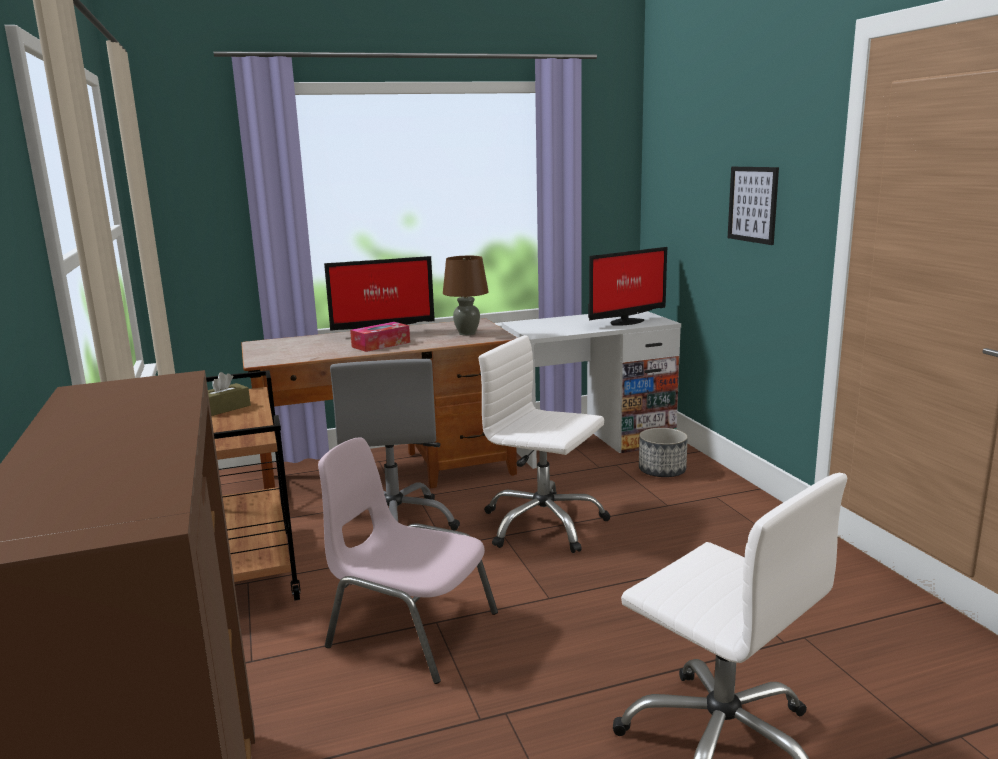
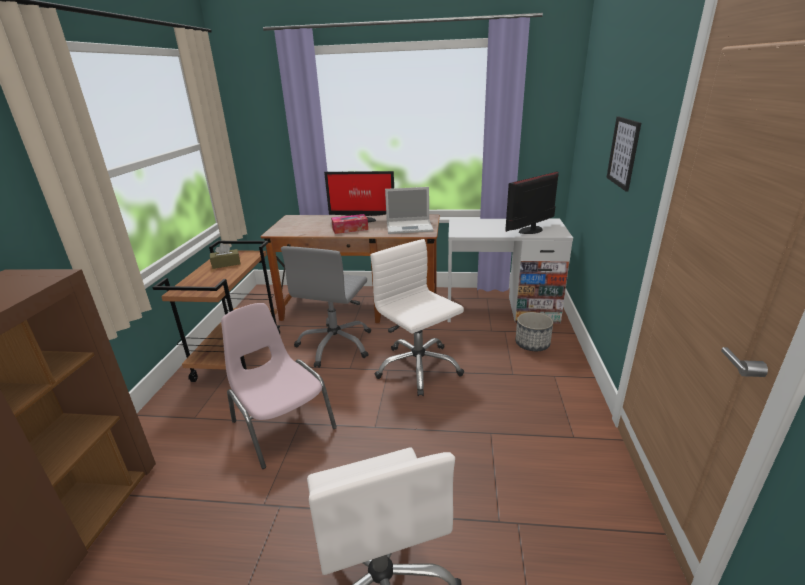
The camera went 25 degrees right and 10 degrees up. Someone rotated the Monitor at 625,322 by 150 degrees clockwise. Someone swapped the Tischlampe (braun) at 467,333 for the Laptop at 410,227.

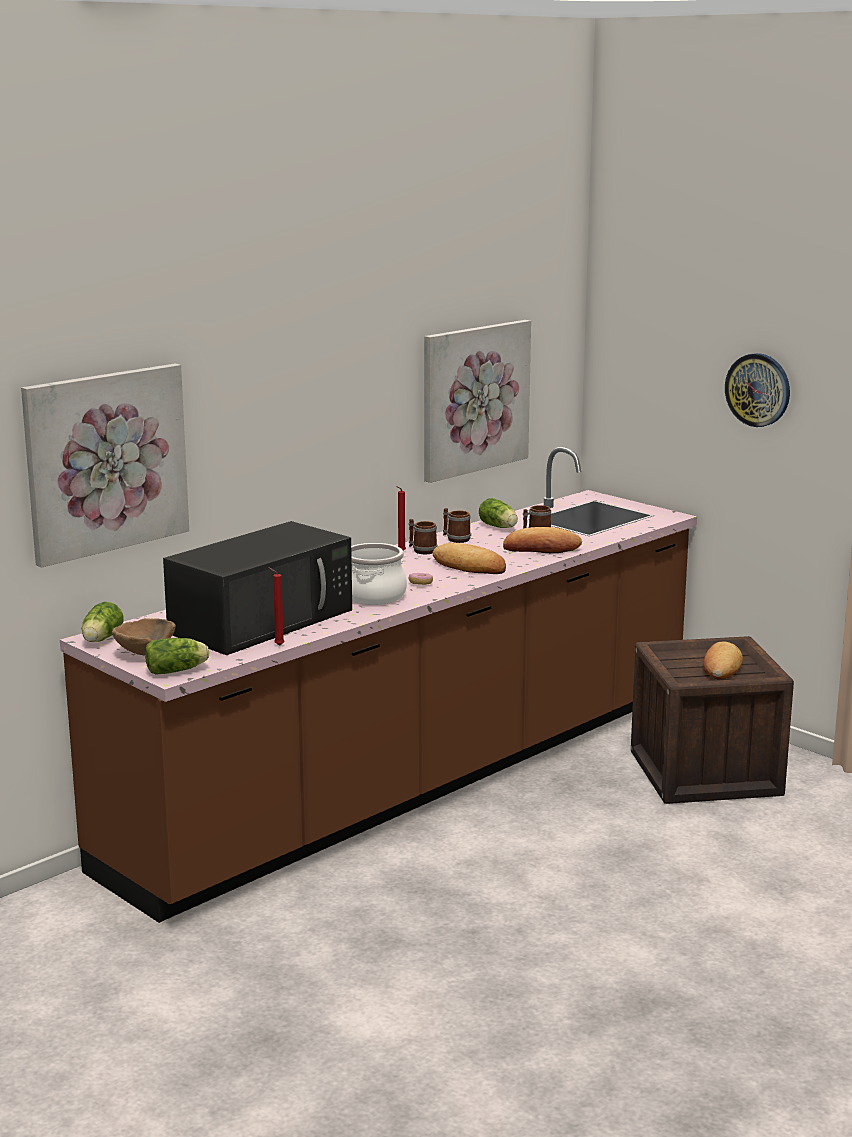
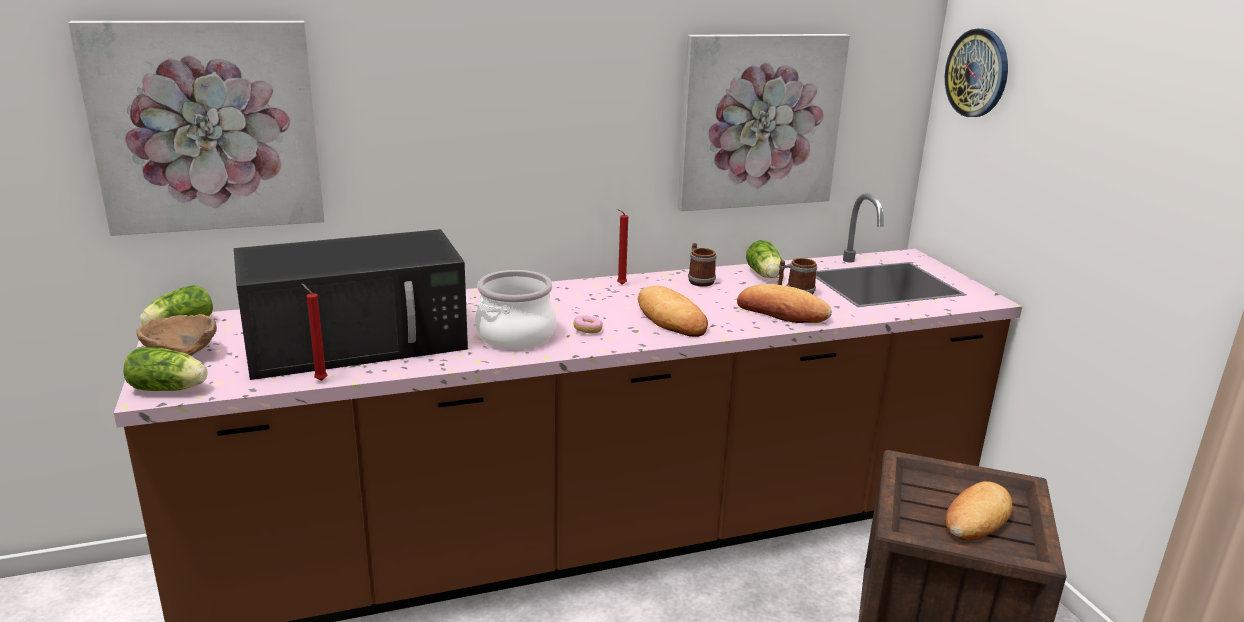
The camera went 25 degrees right and 5 degrees up. Someone carried the Wanduhr from 758,389 to 977,73. Someone took away the Henkelbecher at 421,550.

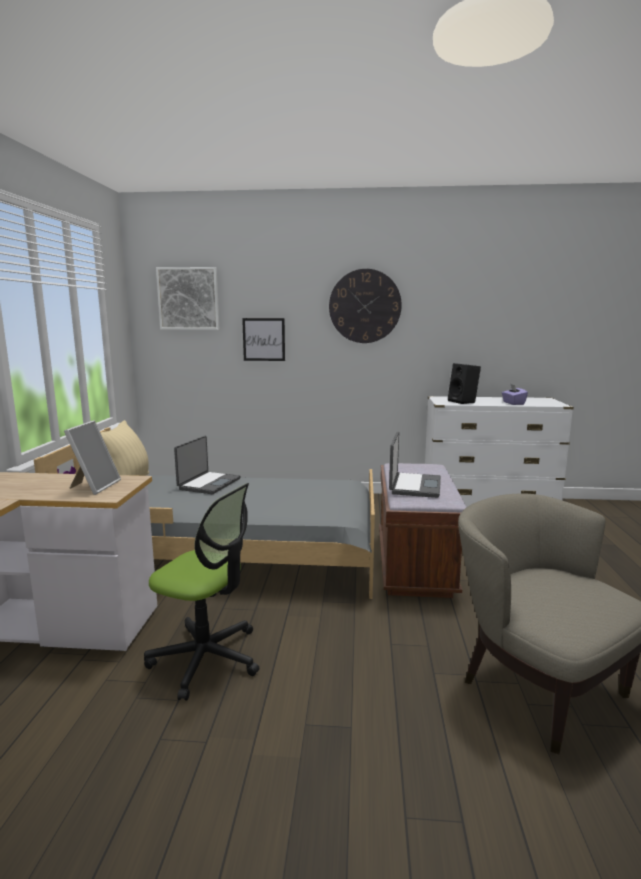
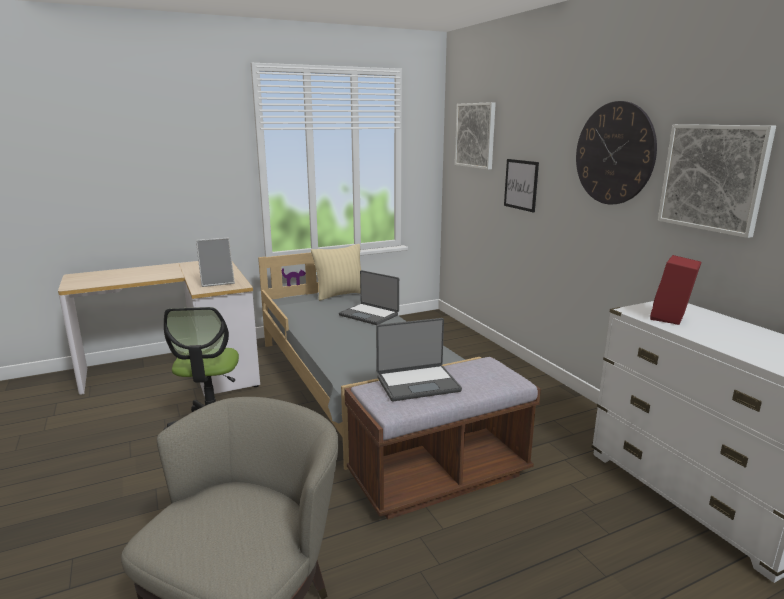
The camera went 60 degrees right and 5 degrees up. Someone repainted the Lautsprecher (schwarz) at 463,402, which became the Lautsprecher (rot) at 671,318. Someone took away the Taschentuchbox (lila) at 513,403. Someone rotated the Laptop at 208,484 by 45 degrees clockwise. Someone put up the Bild at 713,178.

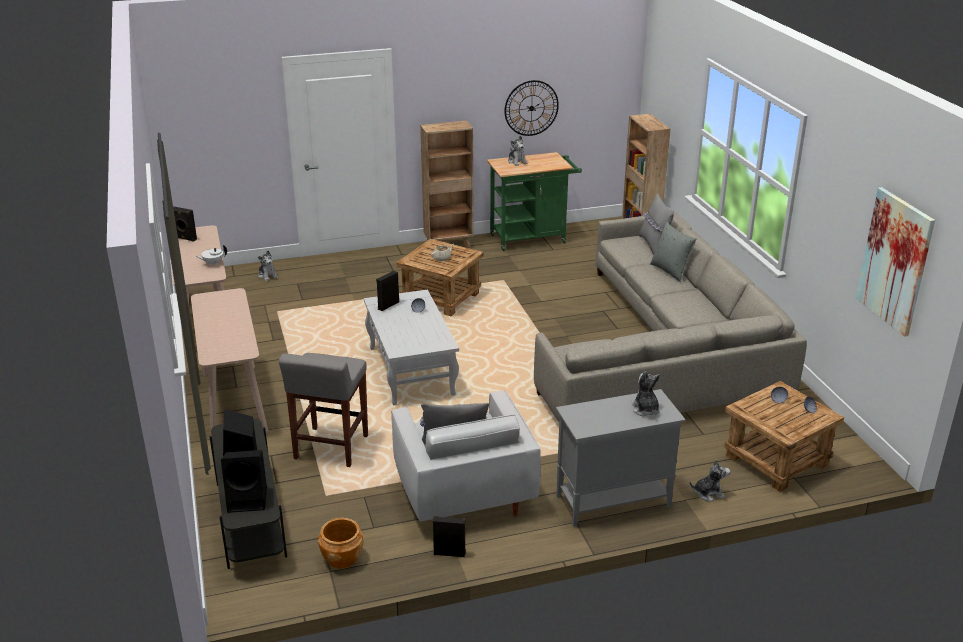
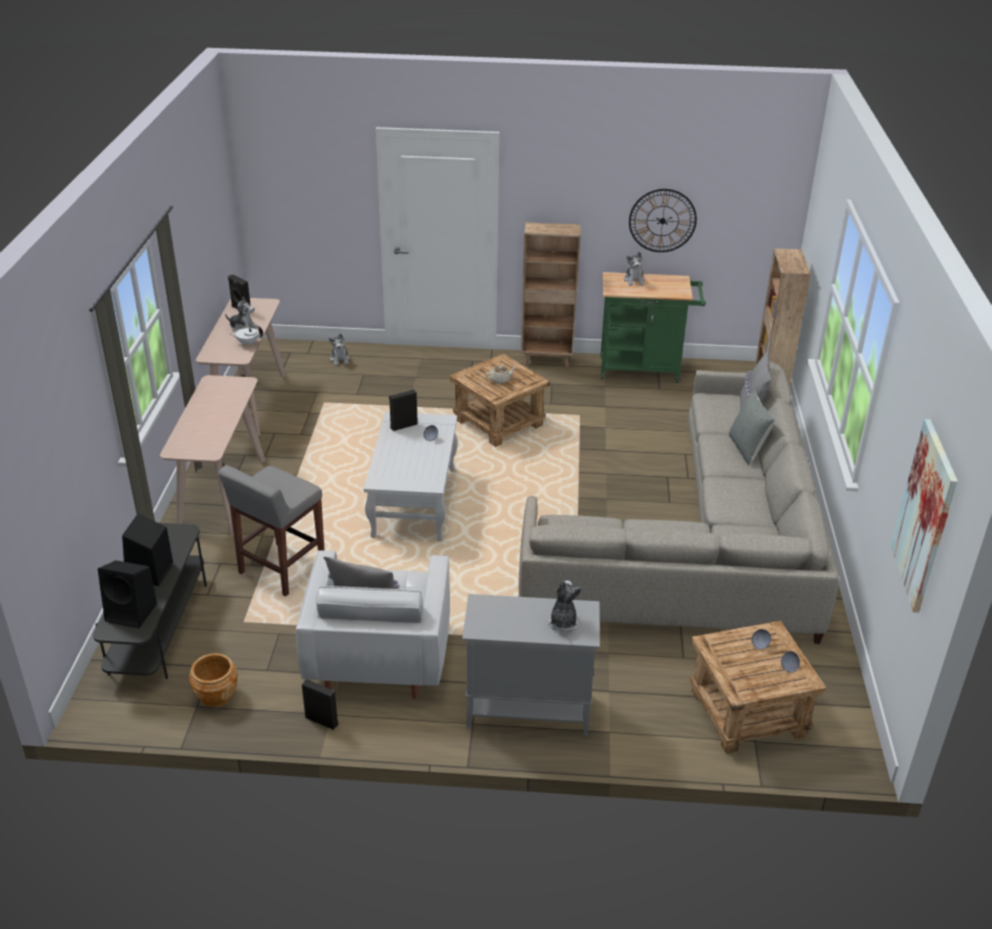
The camera went 20 degrees right and 5 degrees up. Someone carried the Plüschtier from 708,493 to 243,328.

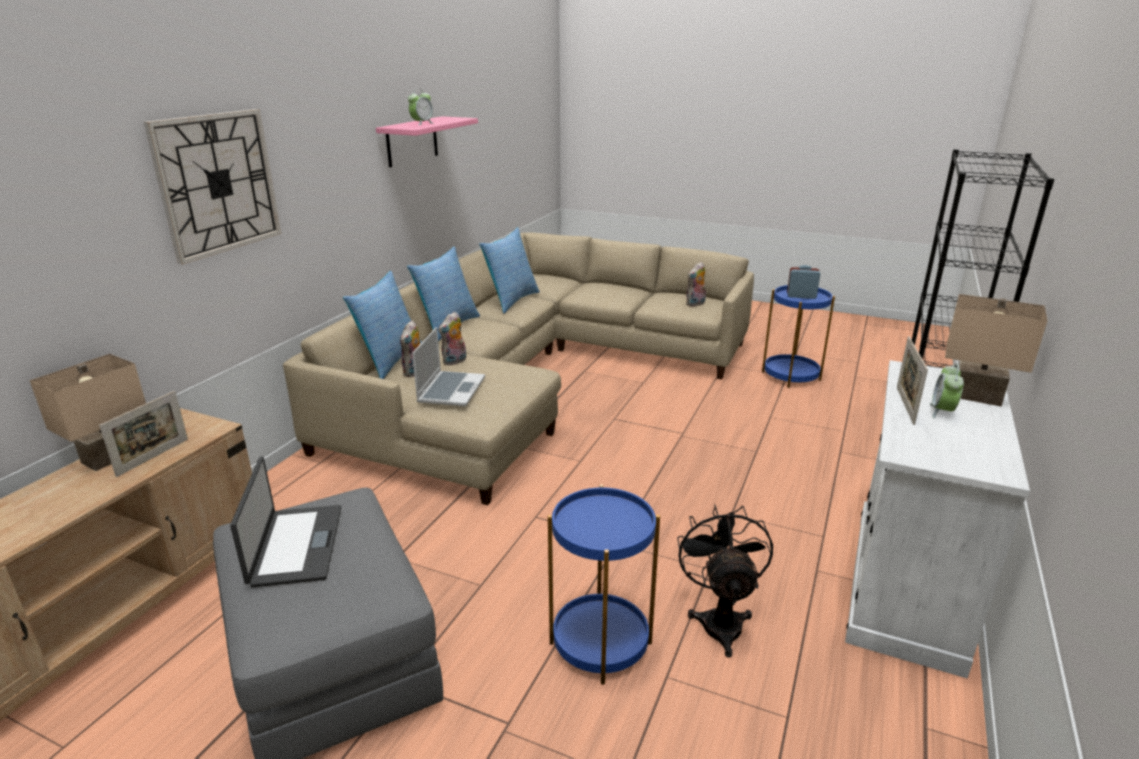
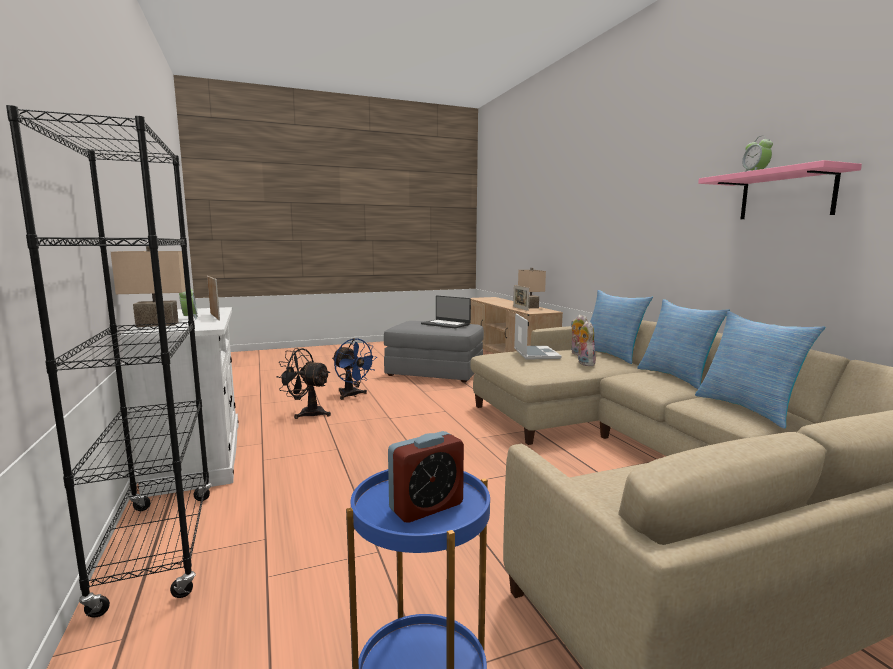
The camera went 135 degrees right and 15 degrees down. Someone took away the Wanduhr at 218,183. Someone took away the Plüschtier at 695,304. Someone rotated the Laptop at 451,390 by 150 degrees counterclockwise. Someone swapped the Beistelltisch (blau) at 600,643 for the Ventilator (blau) at 352,395. Someone rotated the Ventilator (schwarz) at 720,620 by 150 degrees clockwise.

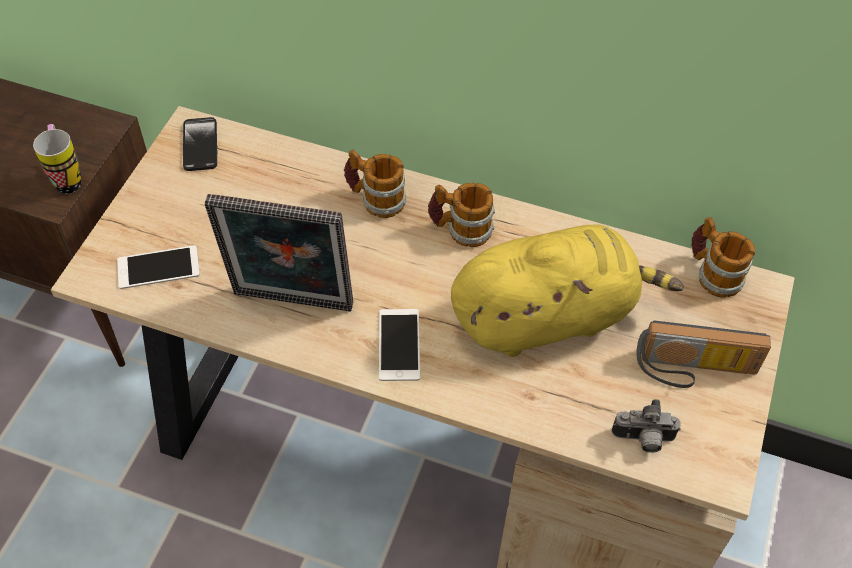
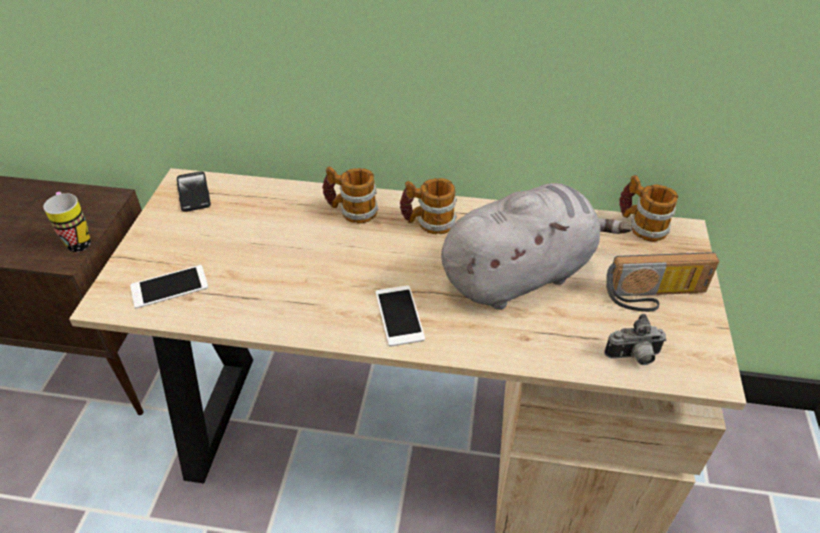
The camera went 10 degrees left and 10 degrees down. Someone took away the Bilderrahmen at 291,305. Someone repainted the Plüschtier (gelb) at 549,316, which became the Plüschtier (grau) at 521,274.

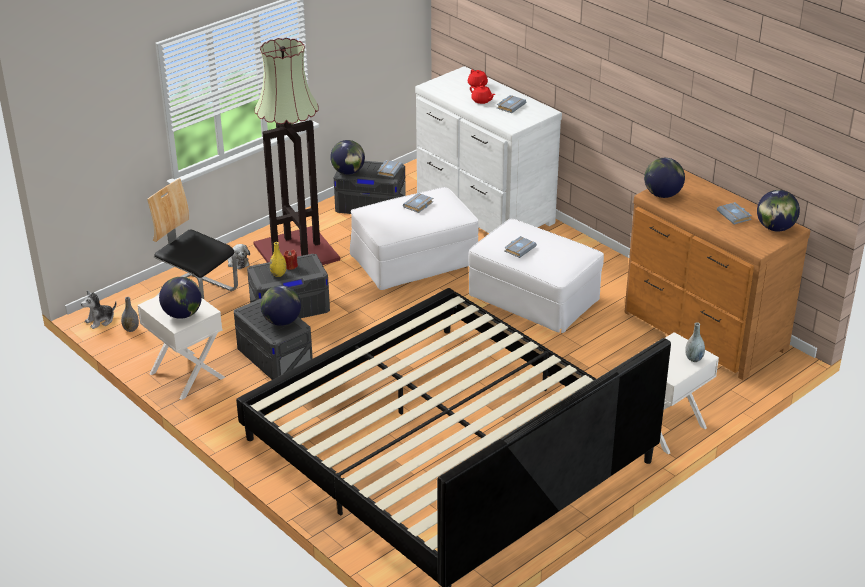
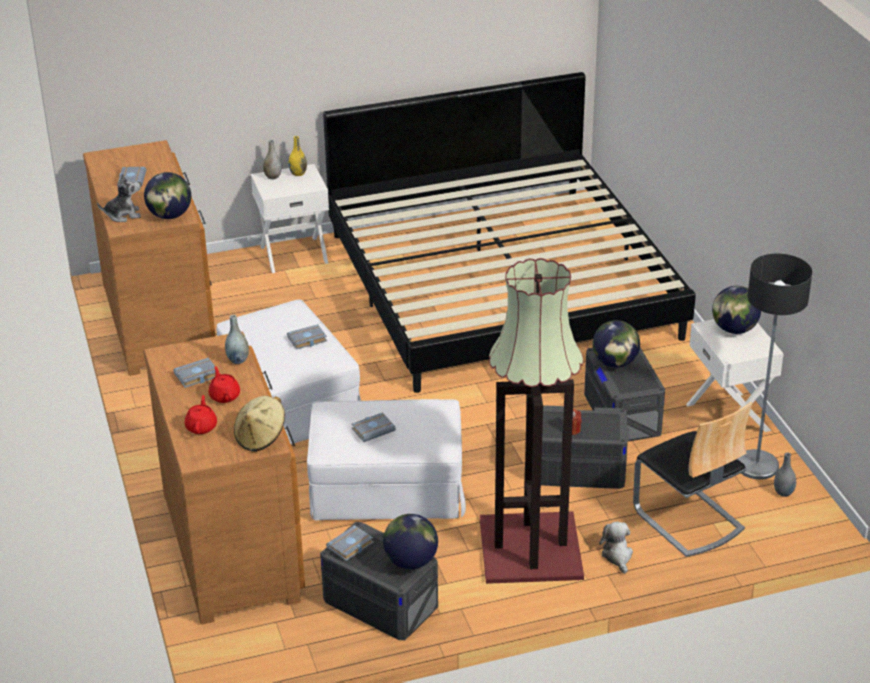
The camera went 155 degrees left and 0 degrees up. Someone repainted the Kommode (weiß) at 483,210, which became the Kommode (braun) at 233,545. Someone took away the Globus at 775,228. Someone carried the Vase (gelb) from 278,274 to 298,173. Someone carried the Plüschtier from 100,320 to 123,215. Someone put down the Stehlampe at 756,465. Someone put down the Vase (grau) at 238,360. Someone put down the Hut (beige) at 261,437.

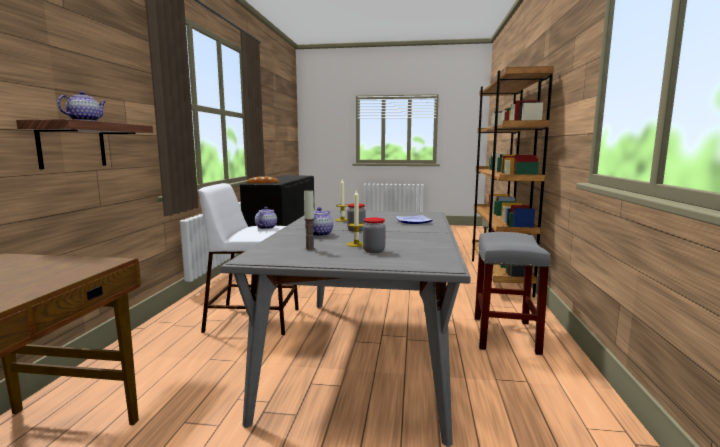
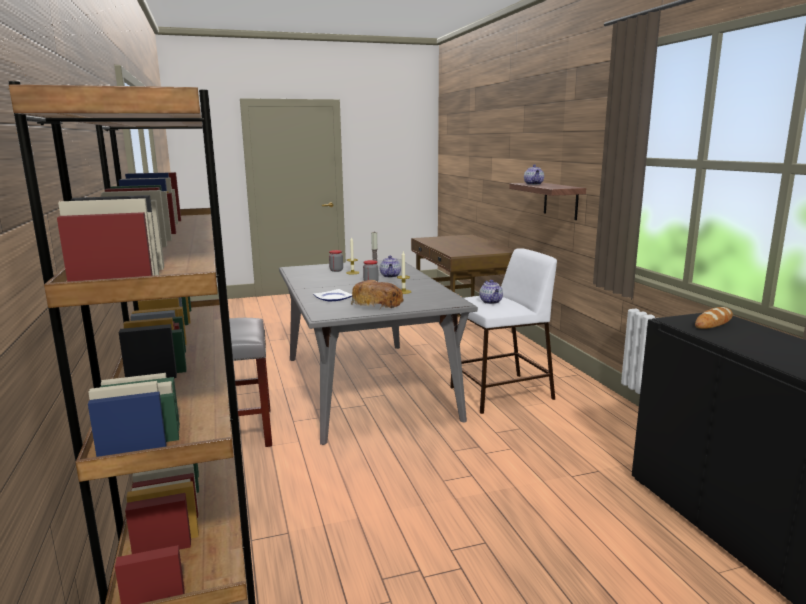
The camera went 155 degrees right and 5 degrees up. Someone put down the Brot at 377,304.

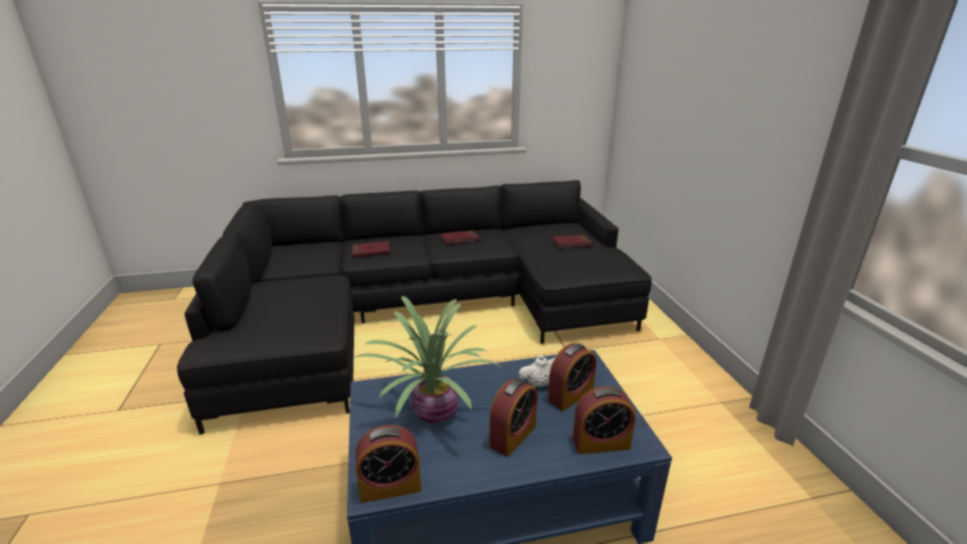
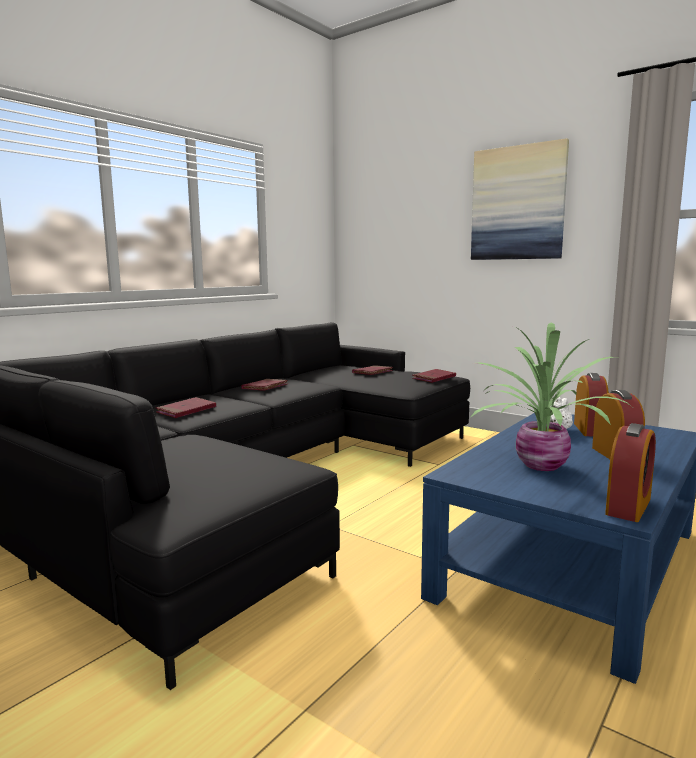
The camera went 40 degrees left and 15 degrees down. Someone took away the Wecker at 601,443. Someone put up the Bild at 518,203. Someone put down the Buch (rot) at 434,378.

